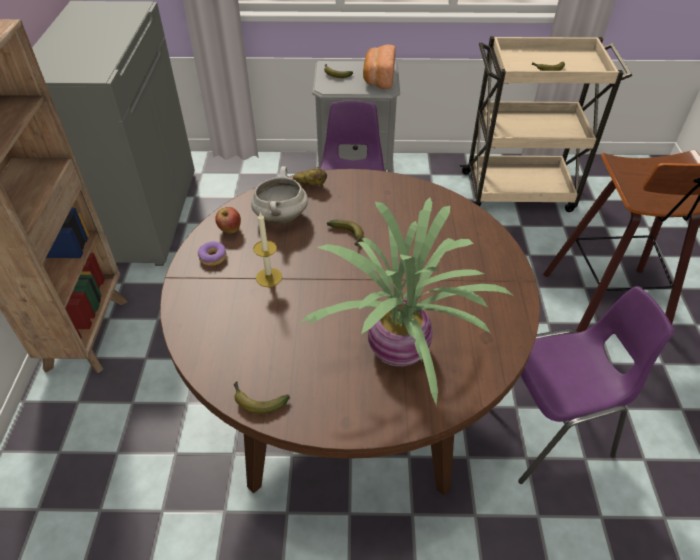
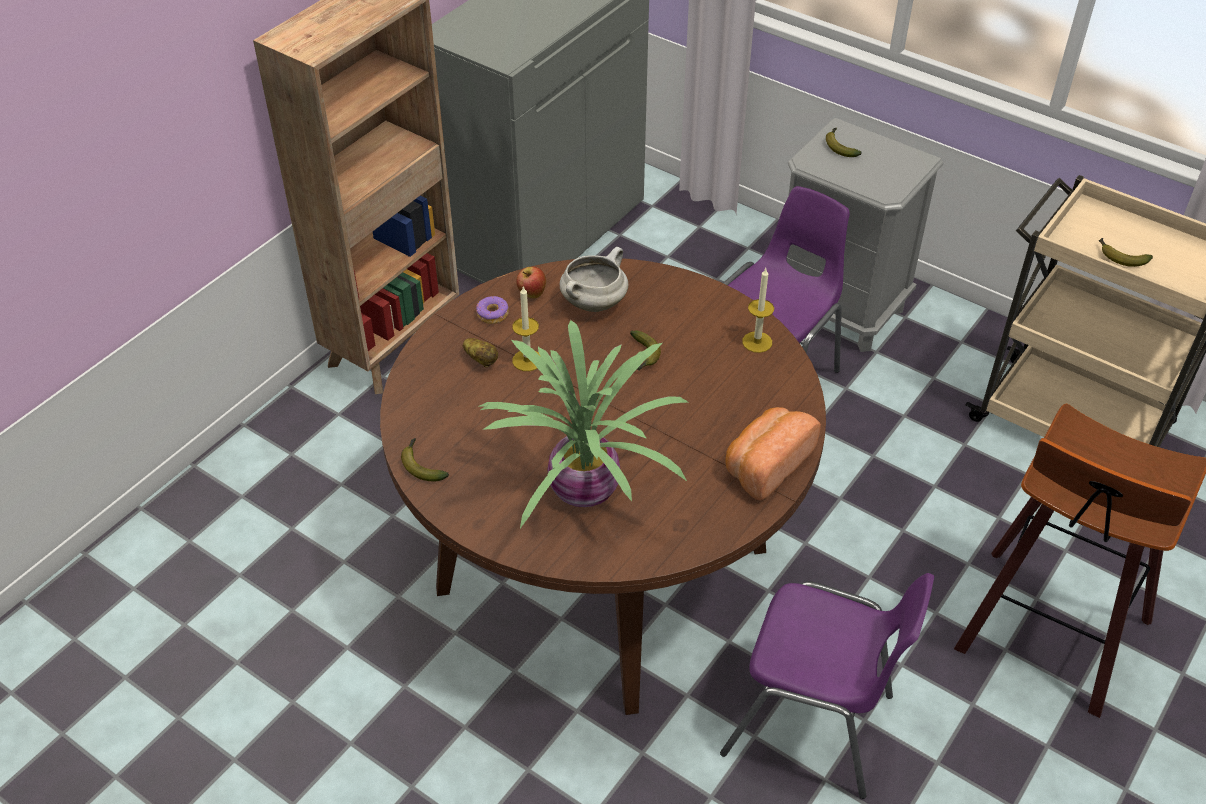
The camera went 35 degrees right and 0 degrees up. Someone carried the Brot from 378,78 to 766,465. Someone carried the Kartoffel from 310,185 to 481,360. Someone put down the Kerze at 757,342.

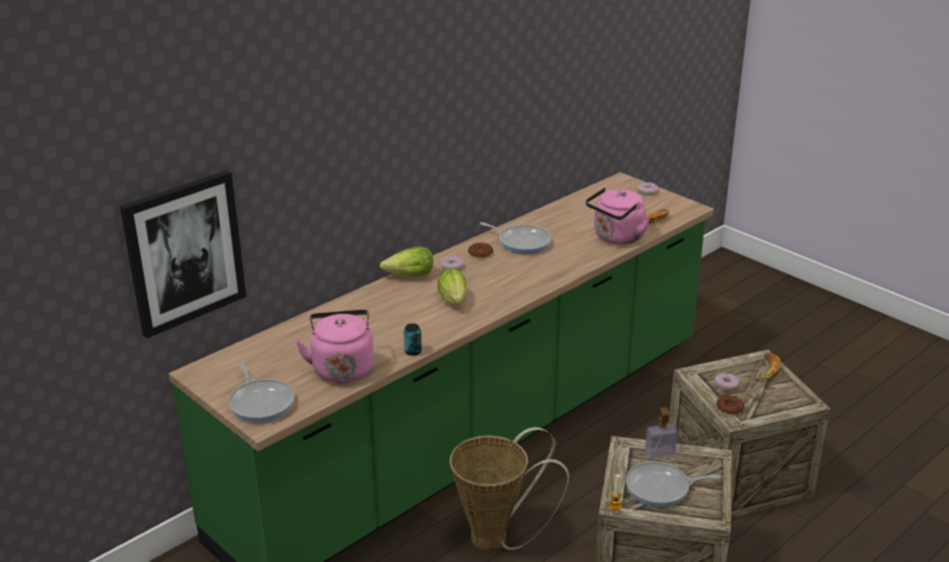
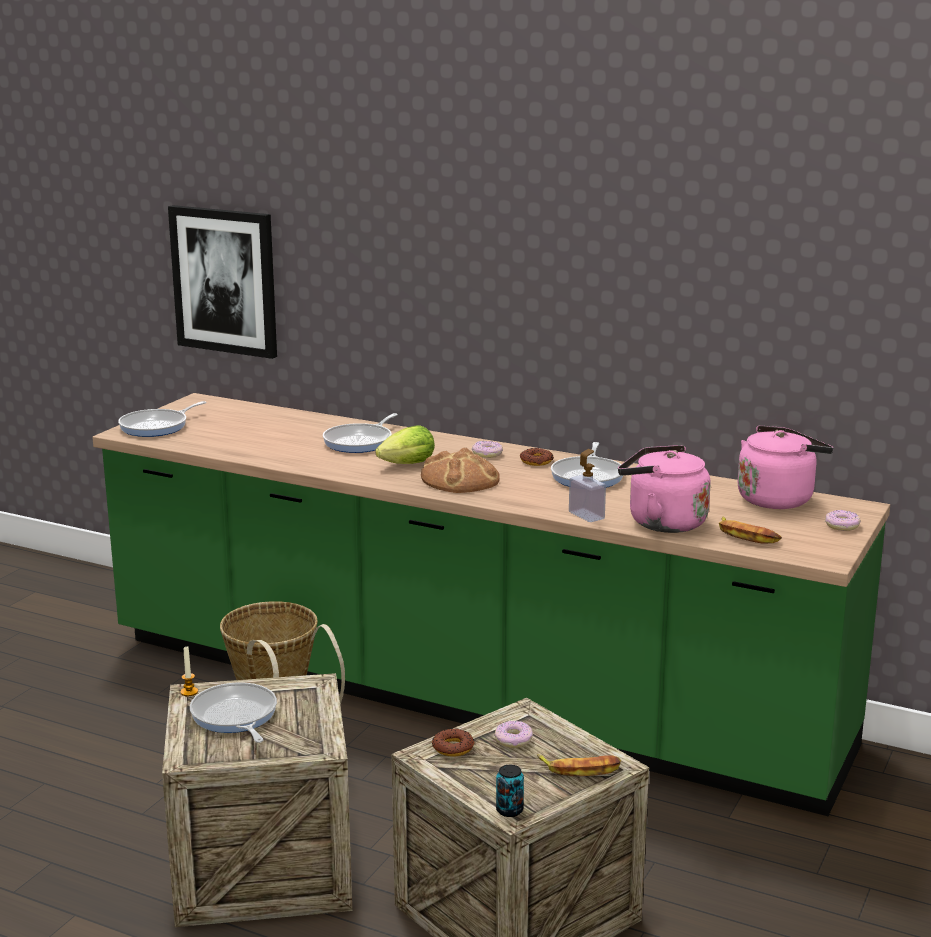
The camera went 70 degrees right and 10 degrees down. Someone took away the Salatkopf at 410,276. Someone carried the Wasserkessel (rosa) from 342,367 to 778,499. Someone carried the Dose from 413,351 to 509,810. Someone carried the Seifenspender from 660,452 to 586,515. Someone put down the Pfanne at 360,442. Someone put down the Brot at 461,479.

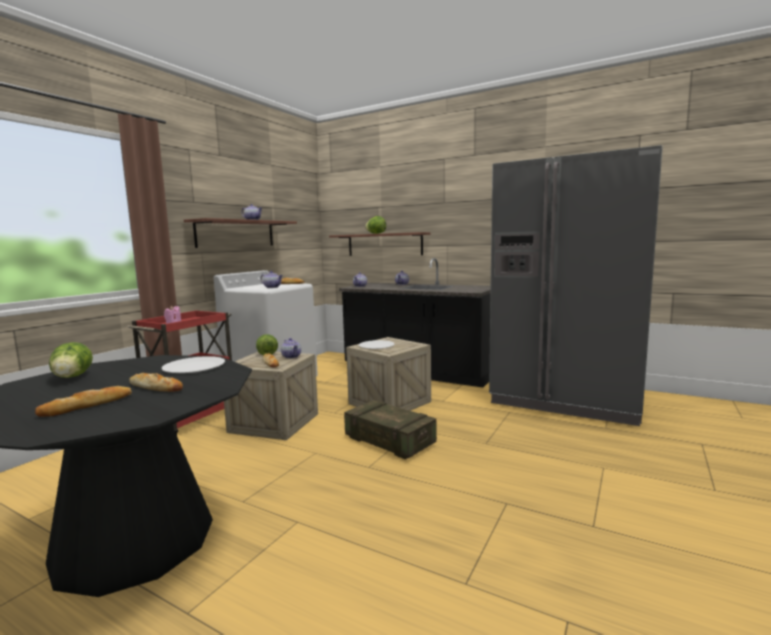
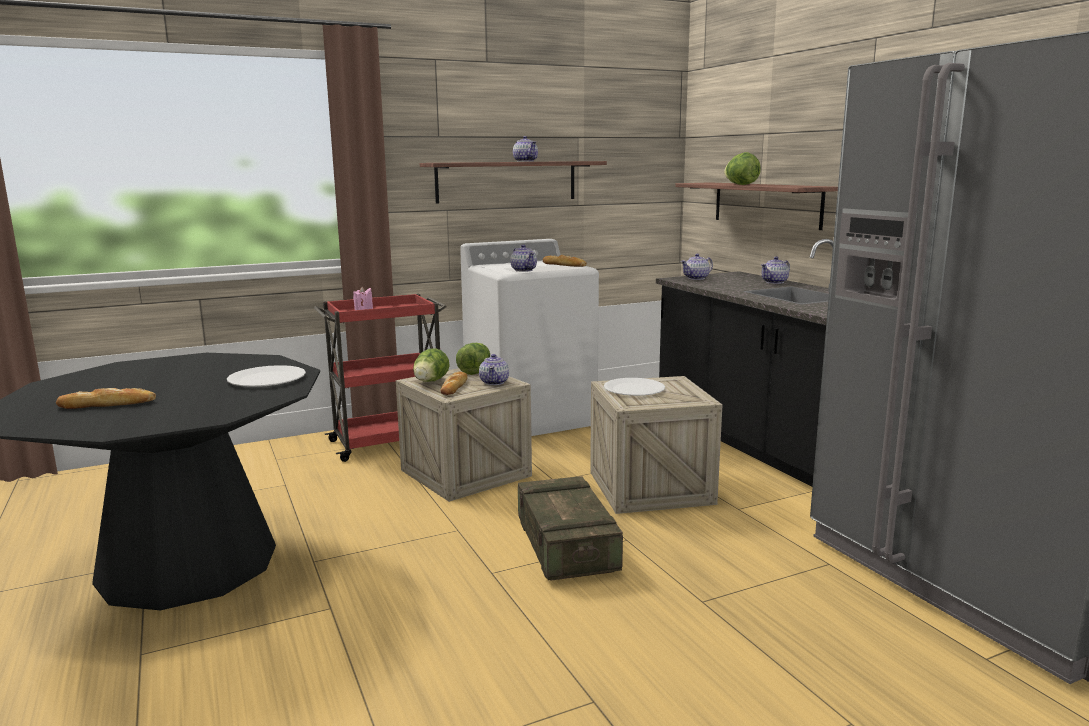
The camera went 35 degrees right and 5 degrees up. Someone carried the Salatkopf from 72,378 to 430,382. Someone took away the Brot at 155,387.

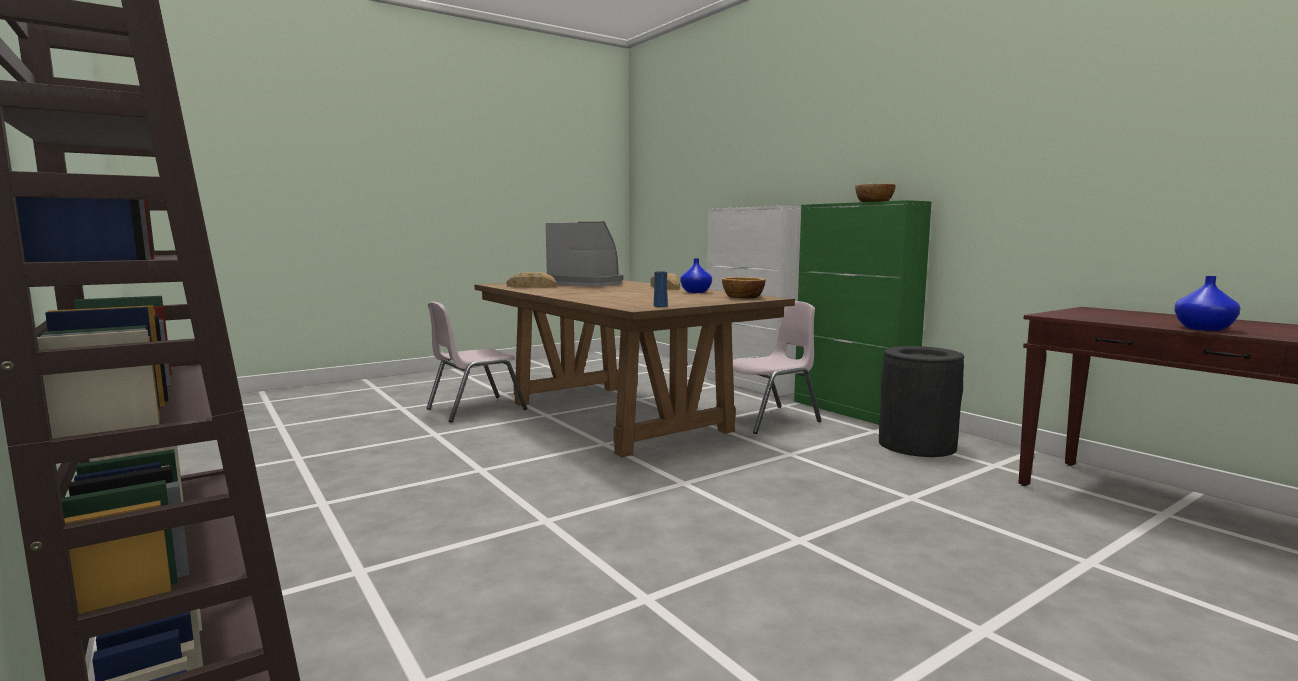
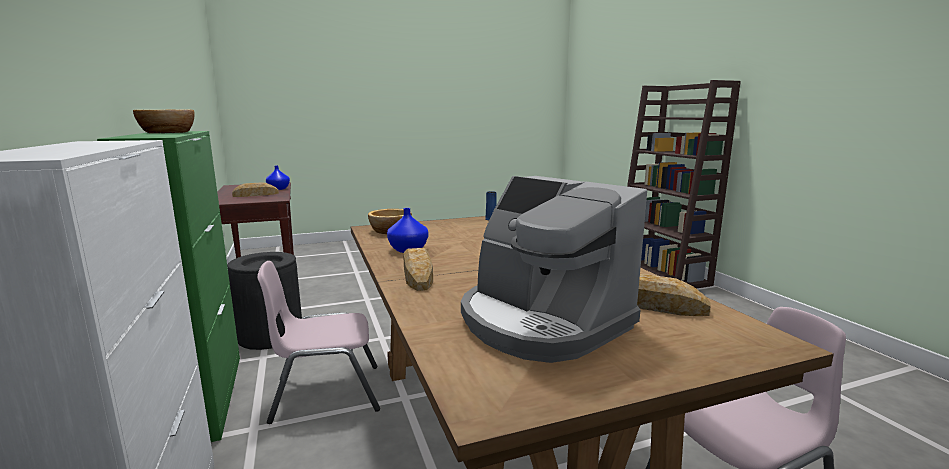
The camera went 165 degrees left and 5 degrees up. Someone put down the Brot at 256,195.

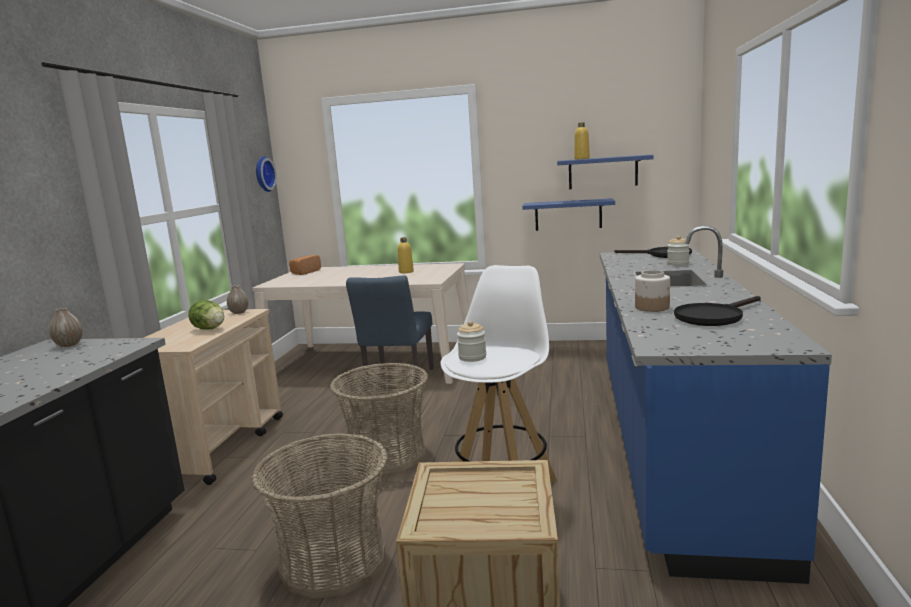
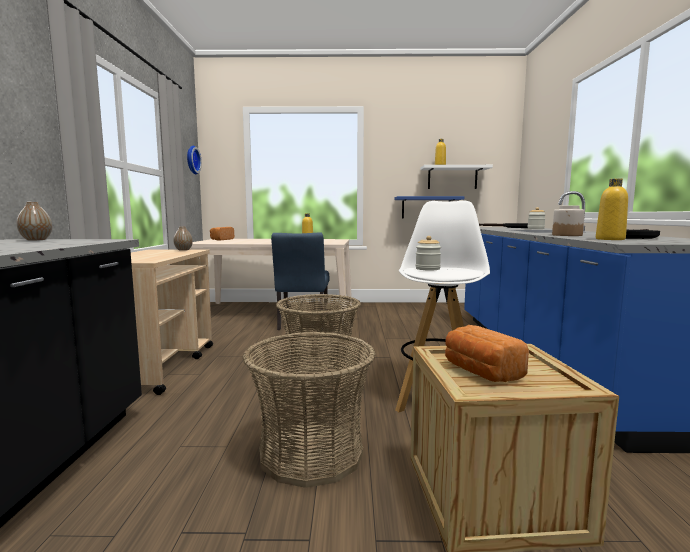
The camera went 10 degrees left and 5 degrees down. Someone repainted the Wandregal (blau) at 603,172, which became the Wandregal (weiß) at 452,178. Someone took away the Salatkopf at 209,329. Someone put down the Flasche (gelb) at 610,239. Someone put down the Brot at 480,372.

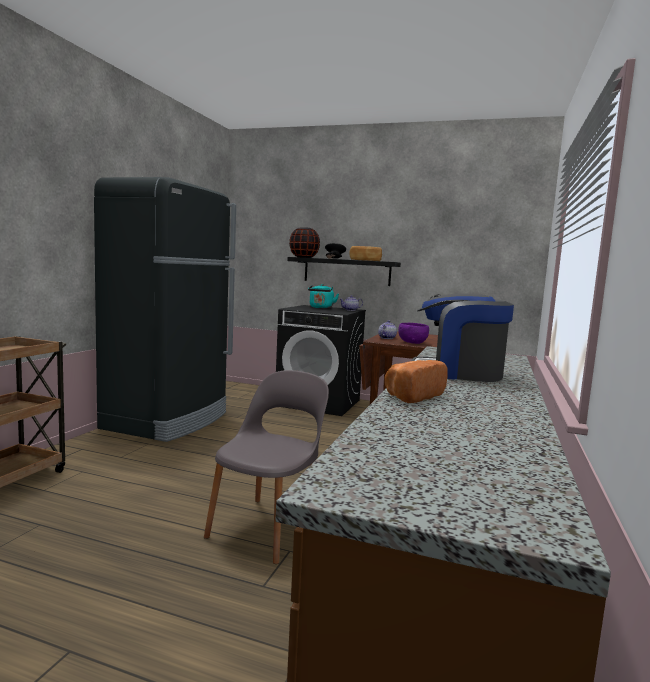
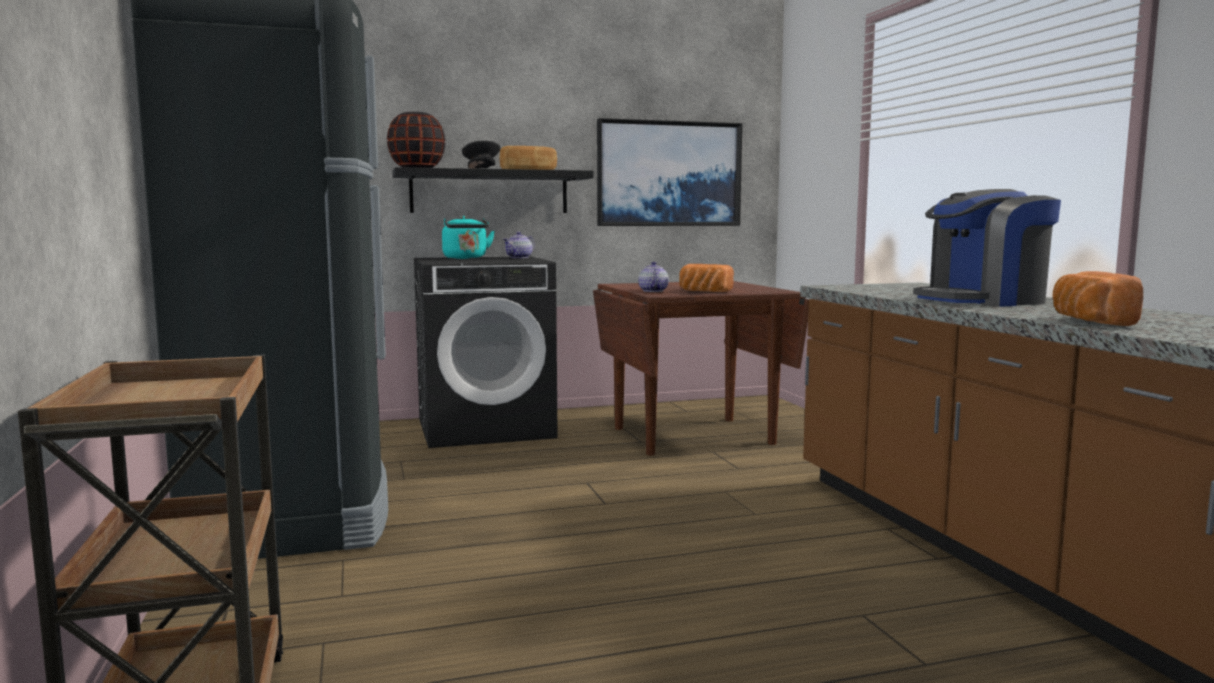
The camera went 35 degrees left and 0 degrees up. Someone swapped the Schüssel (lila) at 412,342 for the Brot at 703,292. Someone took away the Stuhl (grau) at 268,527. Someone put up the Bild at 669,174.

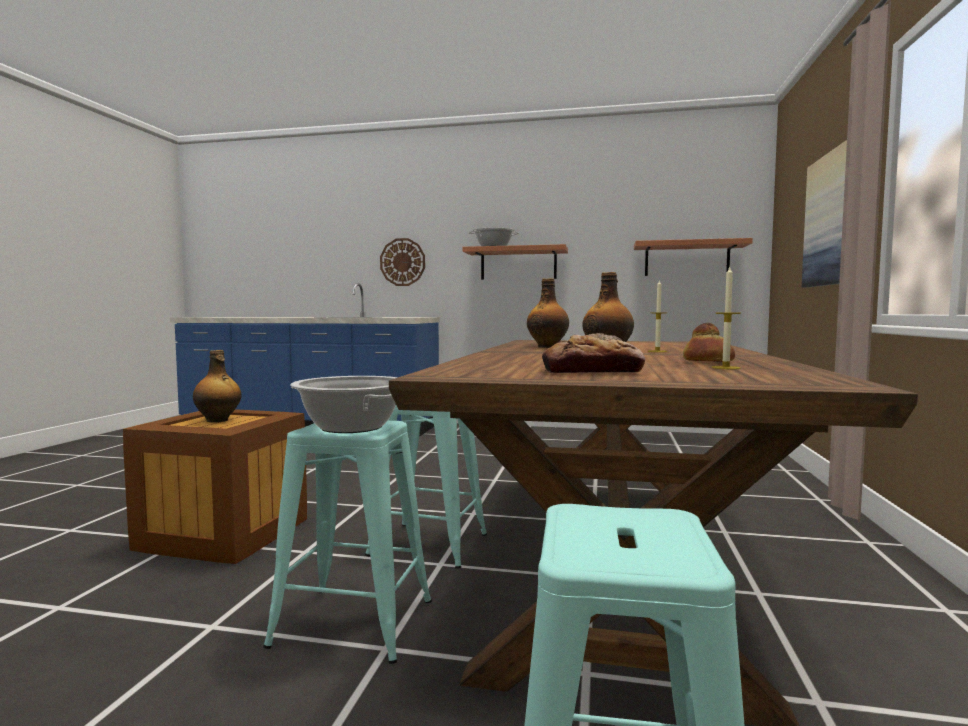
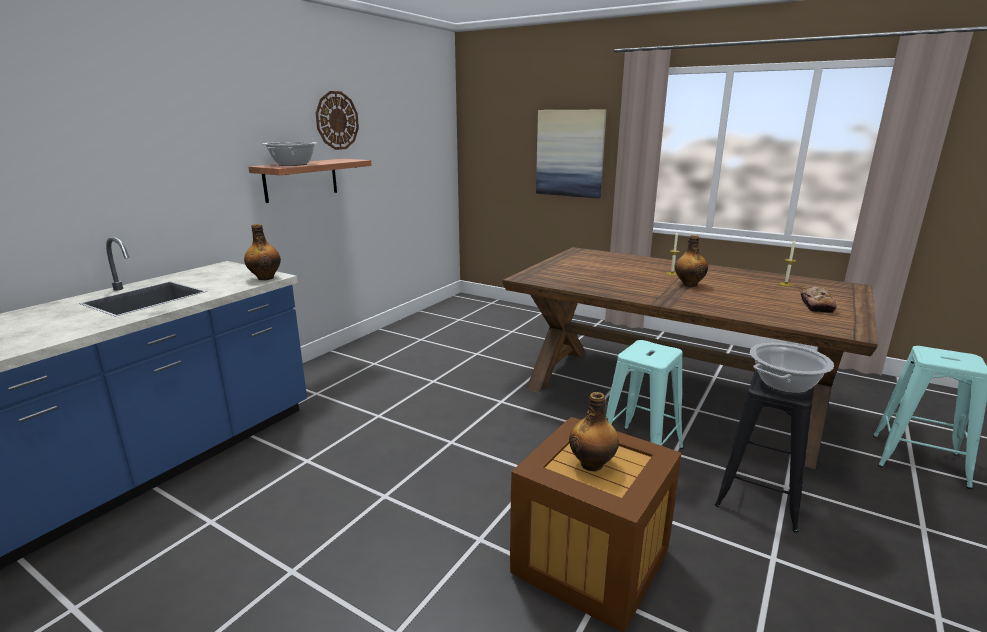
The camera went 70 degrees left and 15 degrees up. Someone carried the Wanduhr from 402,262 to 337,120. Someone took away the Wandregal at 686,259. Someone carried the Flasche from 548,347 to 265,278. Someone took away the Brot at 707,362. Someone repainted the Hocker (türkis) at 353,623, which became the Hocker (schwarz) at 759,495.

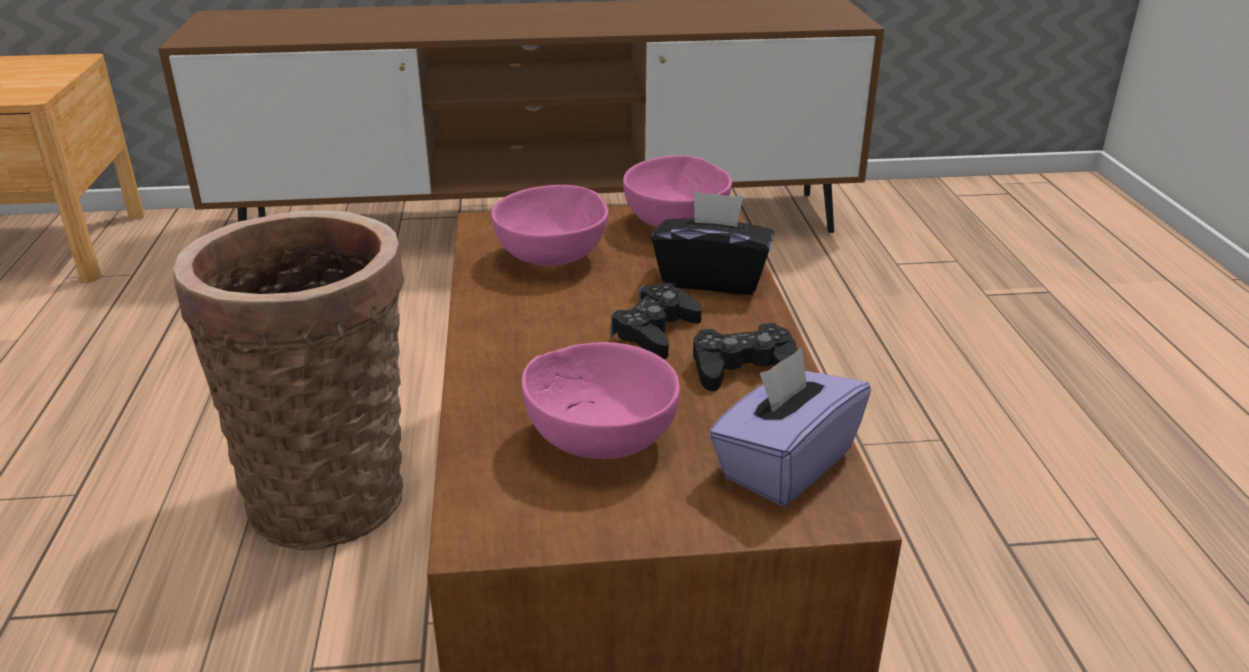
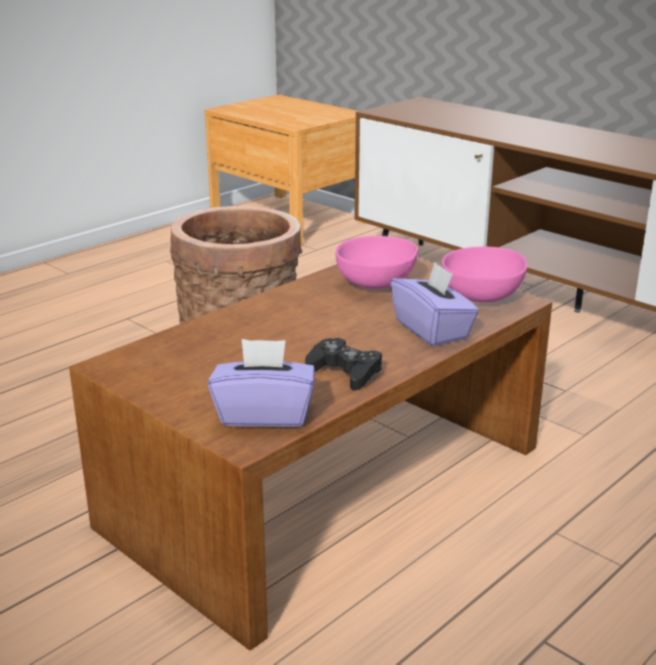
The camera went 50 degrees right and 5 degrees down. Someone repainted the Taschentuchbox (schwarz) at 712,279, which became the Taschentuchbox (lila) at 432,330. Someone took away the Gamepad (schwarz) at 655,331. Someone took away the Schüssel (rosa) at 599,438.

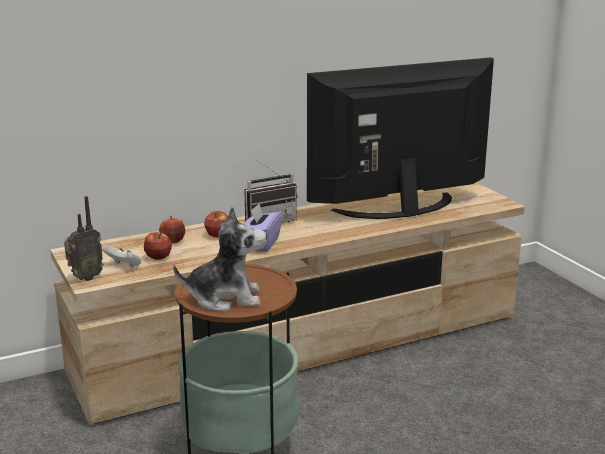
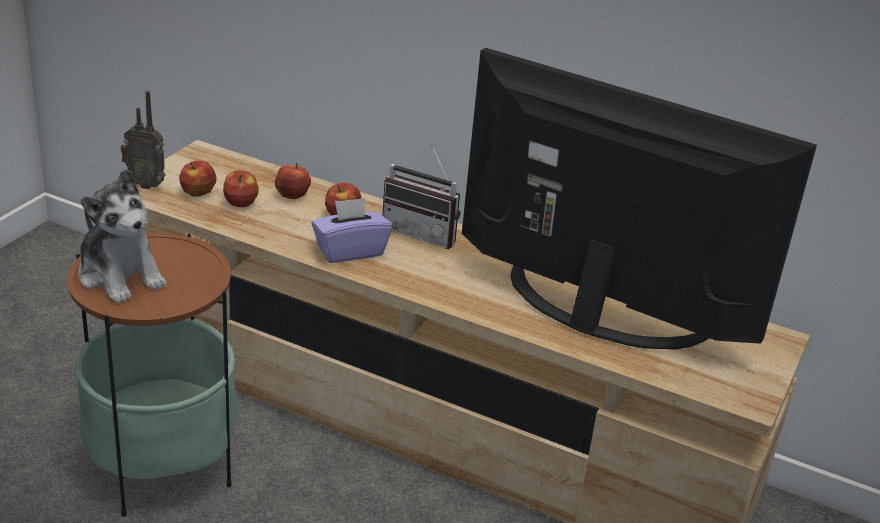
The camera went 50 degrees right and 10 degrees up. Someone swapped the Gamepad (weiß) at 124,266 for the Apfel at 198,193.

